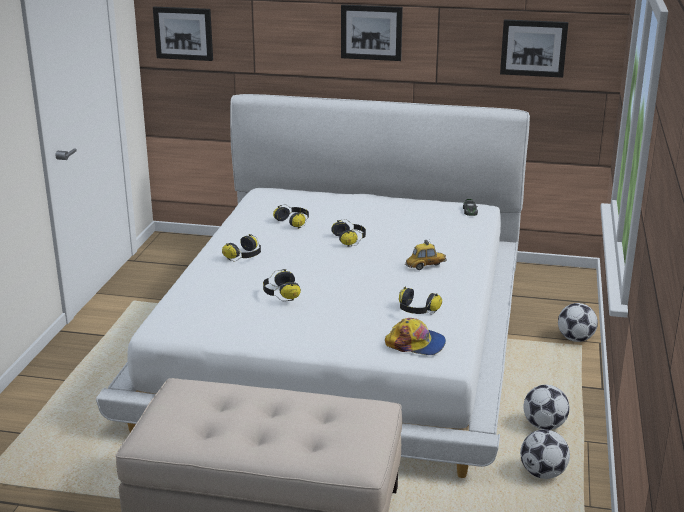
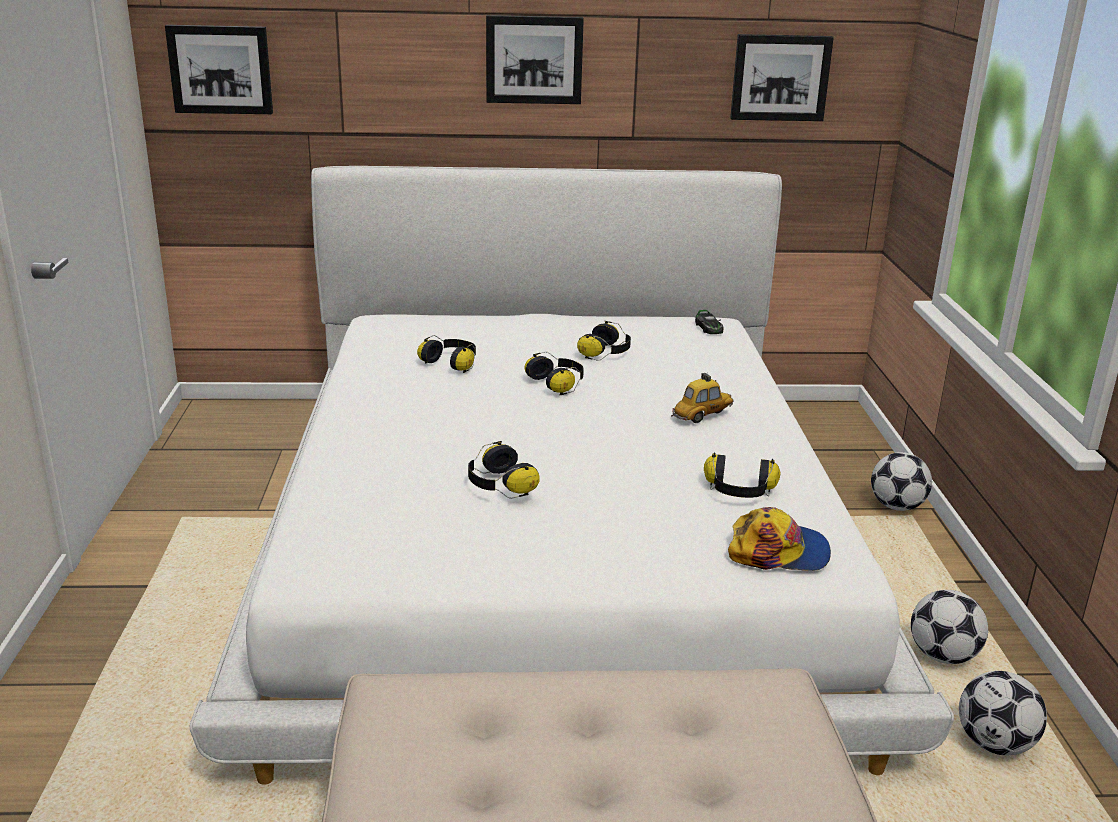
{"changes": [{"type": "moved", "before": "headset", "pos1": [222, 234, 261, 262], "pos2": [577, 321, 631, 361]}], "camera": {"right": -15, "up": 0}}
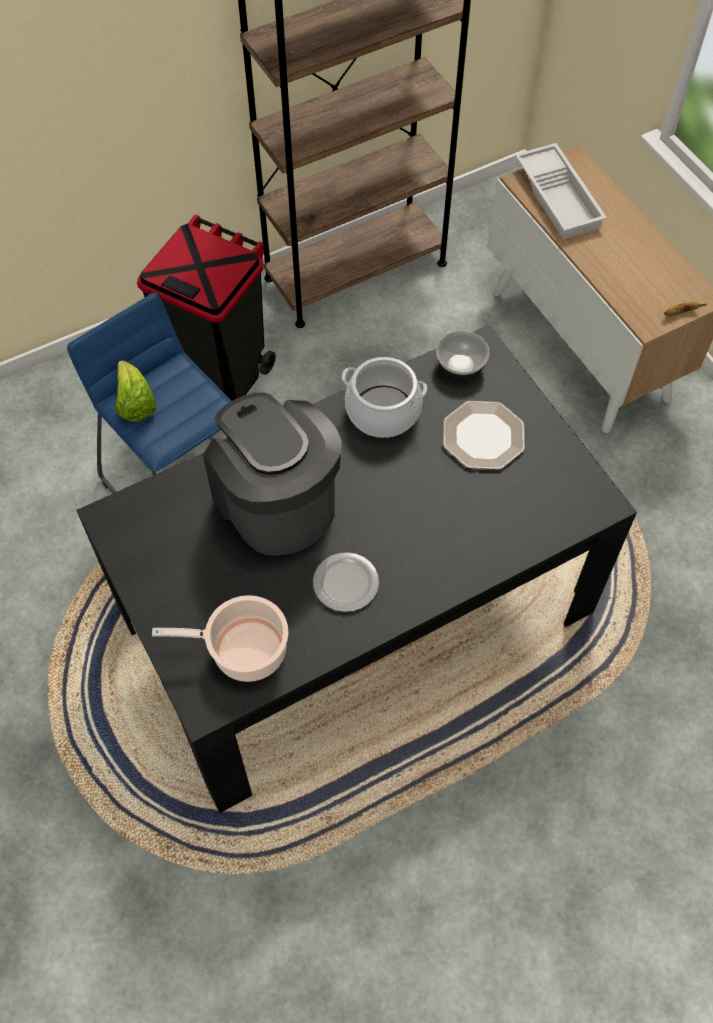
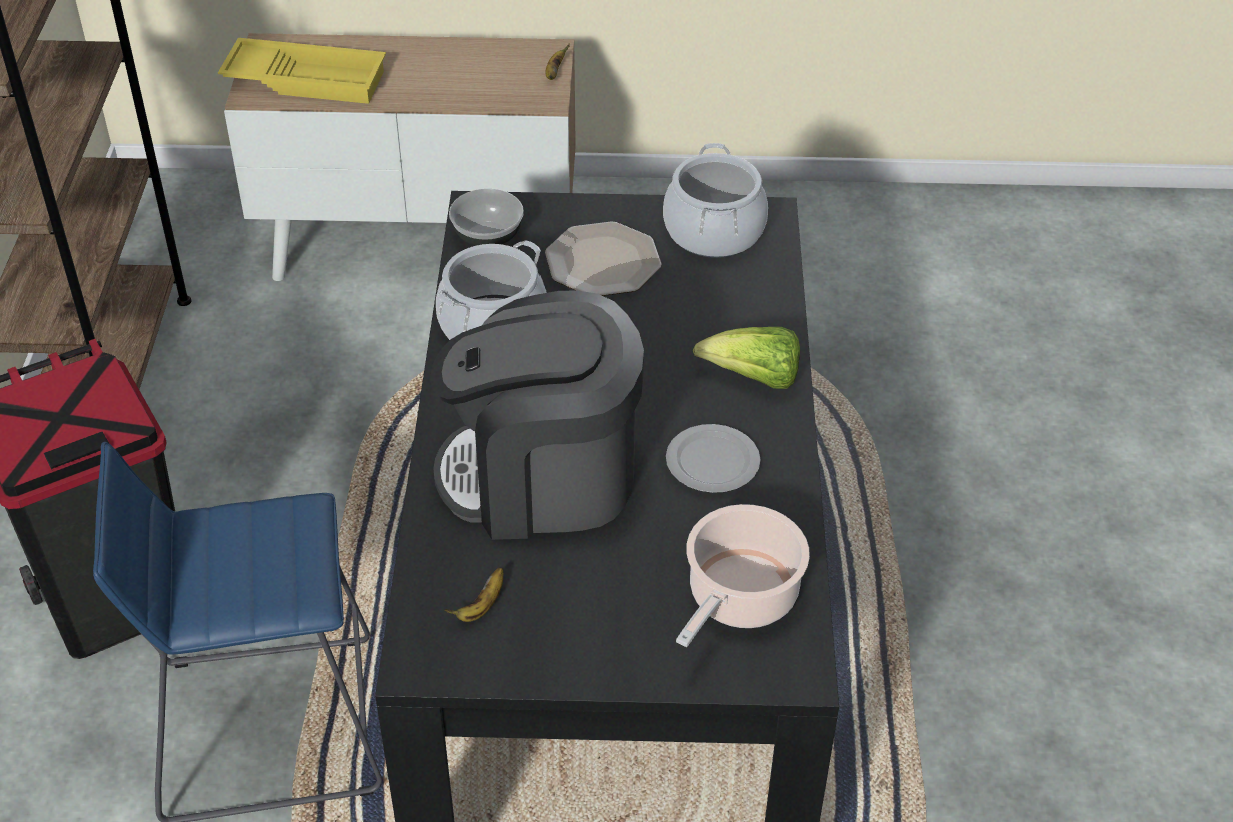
{"changes": [{"type": "recoloured", "before": "white-coloured carrying tray", "after": "yellow carrying tray", "pos1": [515, 143, 607, 239], "pos2": [218, 38, 386, 104]}, {"type": "added", "after": "banana", "pos2": [445, 568, 503, 622]}, {"type": "added", "after": "saucepot", "pos2": [663, 143, 768, 258]}, {"type": "moved", "before": "head of lettuce", "pos1": [116, 360, 157, 421], "pos2": [693, 327, 800, 389]}], "camera": {"right": -60, "up": -15}}
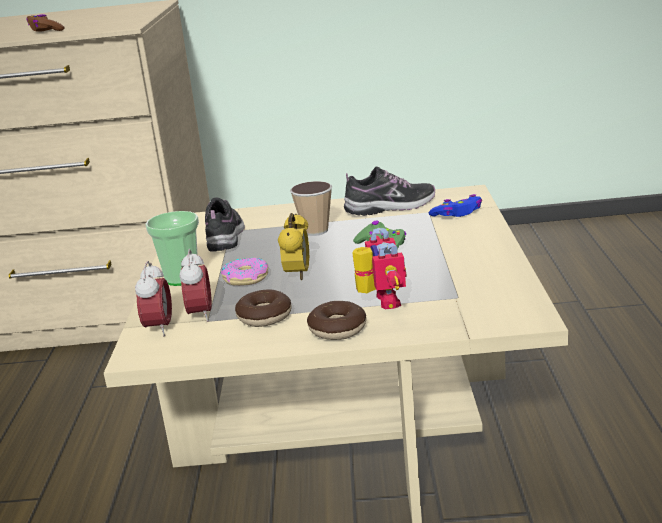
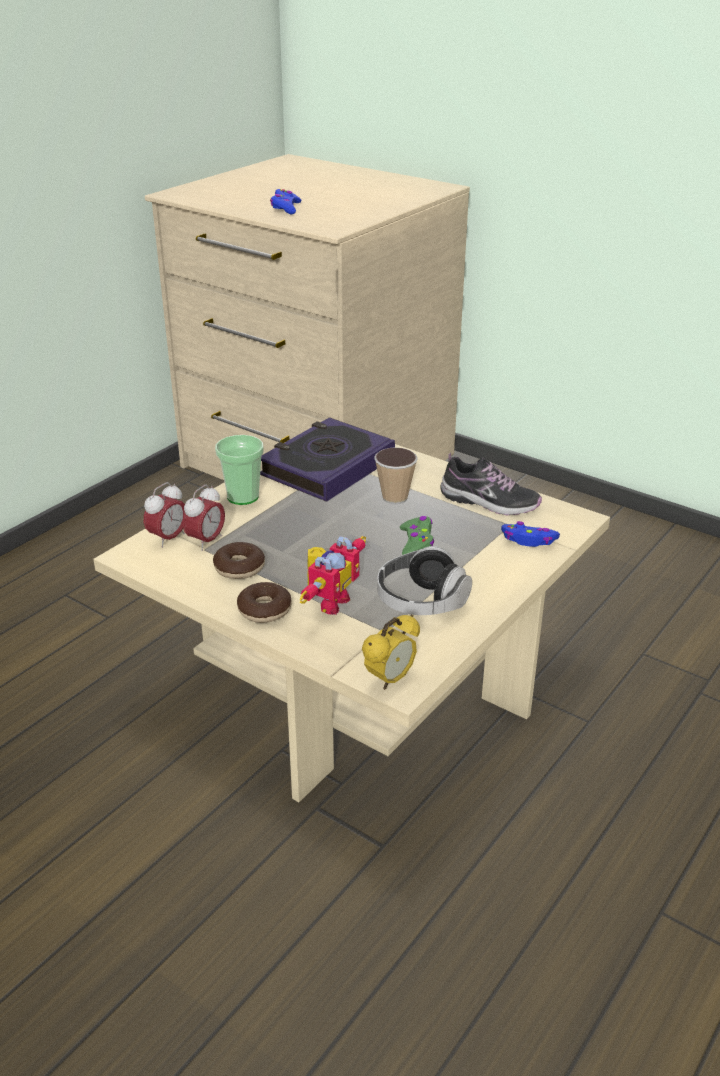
{"changes": [{"type": "replaced", "before": "shoe", "after": "bound book", "pos1": [205, 197, 245, 252], "pos2": [260, 417, 395, 502]}, {"type": "recoloured", "before": "brown-coloured joypad", "after": "blue-coloured joypad", "pos1": [26, 14, 64, 32], "pos2": [270, 189, 301, 214]}, {"type": "moved", "before": "bedside clock", "pos1": [278, 213, 309, 280], "pos2": [362, 615, 420, 690]}, {"type": "added", "after": "headset", "pos2": [377, 546, 472, 615]}, {"type": "removed", "before": "ring doughnut", "pos1": [221, 258, 269, 286]}], "camera": {"right": 35, "up": 10}}
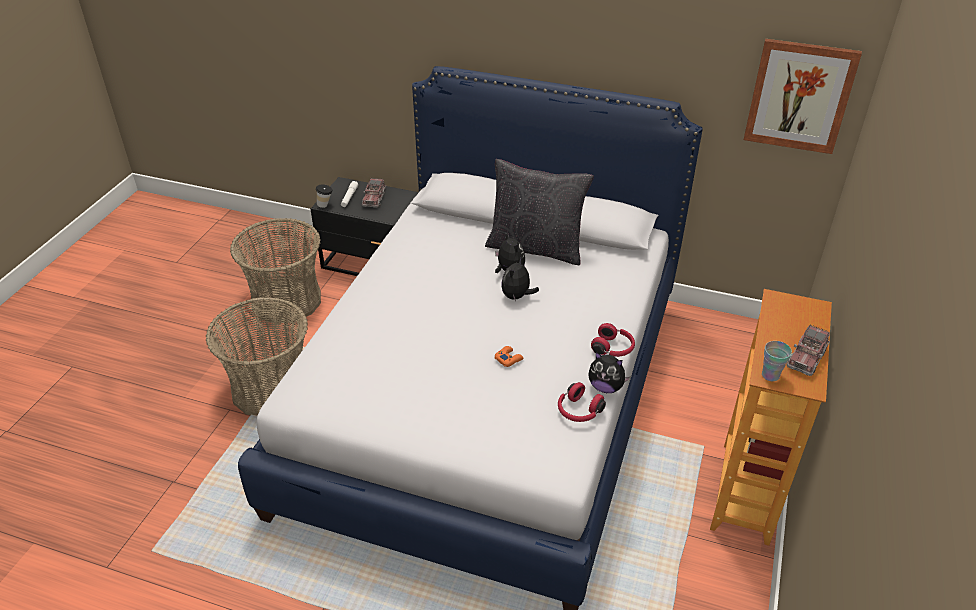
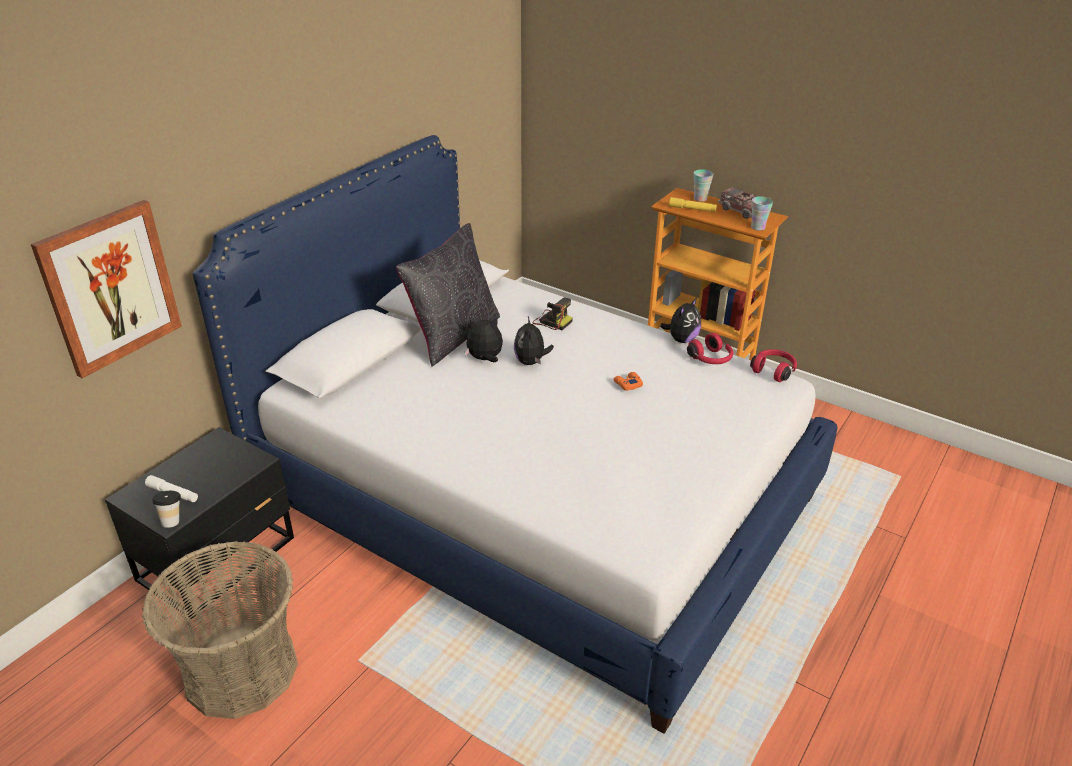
{"changes": [{"type": "moved", "before": "wall art", "pos1": [744, 39, 862, 154], "pos2": [31, 200, 182, 378]}, {"type": "turned", "before": "plush toy", "pos1": [502, 257, 539, 301], "pos2": [514, 317, 554, 365], "turn": 45}, {"type": "added", "after": "still camera", "pos2": [532, 298, 573, 330]}, {"type": "added", "after": "yellow flashlight", "pos2": [669, 197, 717, 212]}, {"type": "added", "after": "cup", "pos2": [693, 169, 713, 202]}, {"type": "moved", "before": "reddish headset", "pos1": [591, 323, 635, 357], "pos2": [750, 349, 797, 382]}, {"type": "removed", "before": "storage basket", "pos1": [206, 297, 308, 416]}, {"type": "removed", "before": "toy lorry", "pos1": [362, 178, 386, 208]}], "camera": {"right": -75, "up": -5}}
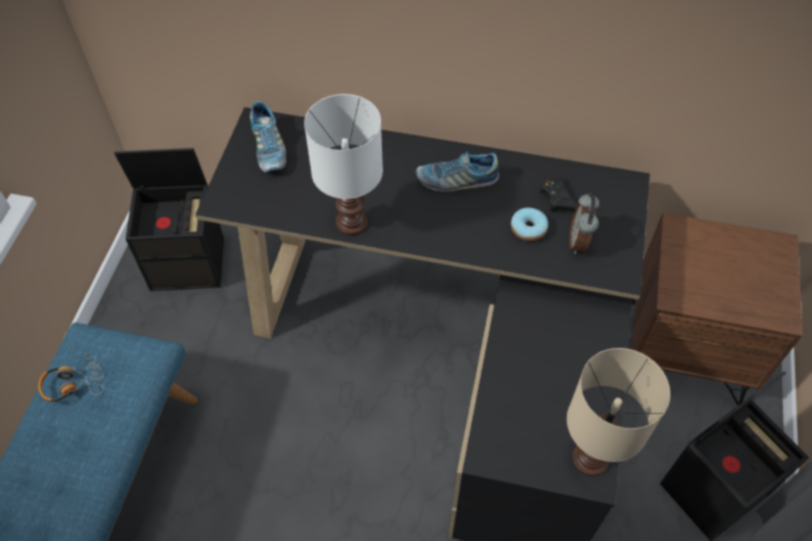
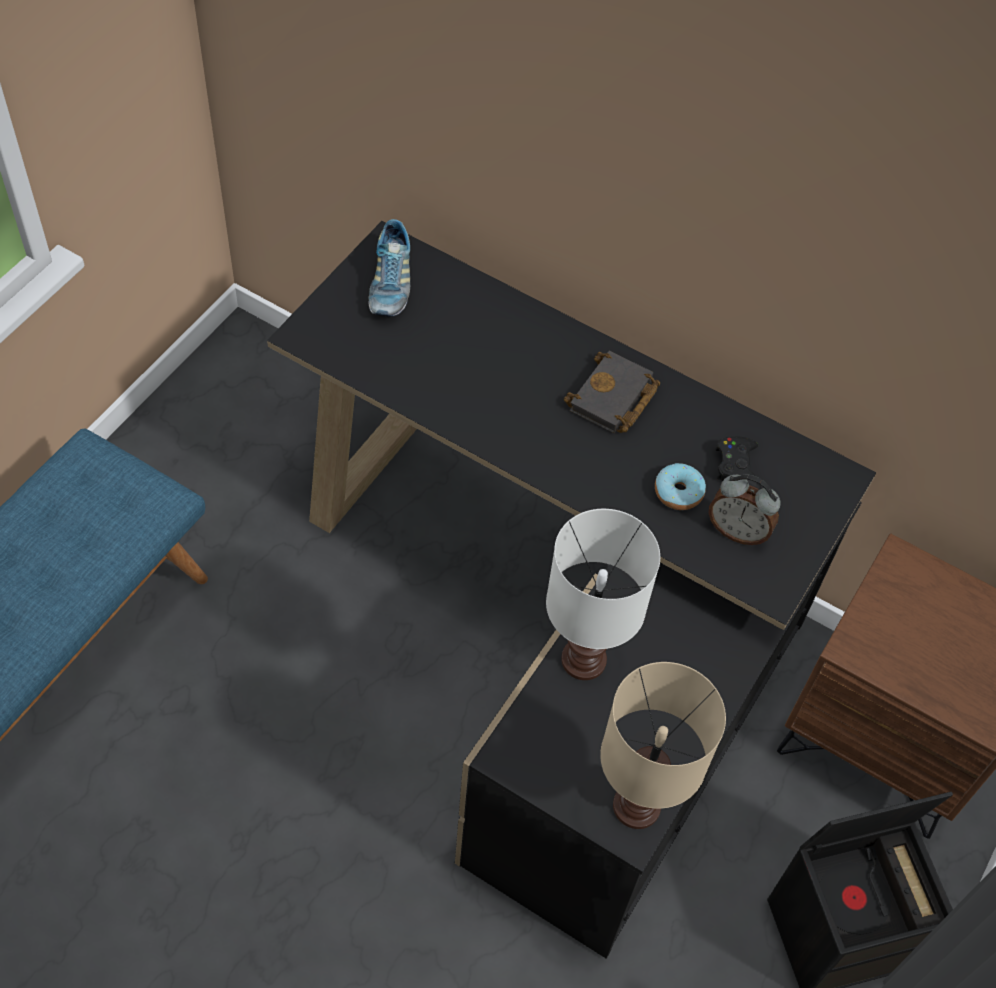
{"changes": [{"type": "moved", "before": "white-coloured tabletop lamp", "pos1": [304, 94, 383, 235], "pos2": [546, 509, 660, 680]}, {"type": "replaced", "before": "shoe", "after": "blackish bound book", "pos1": [416, 151, 499, 192], "pos2": [564, 351, 660, 433]}, {"type": "turned", "before": "bedside clock", "pos1": [569, 194, 599, 254], "pos2": [709, 475, 781, 545], "turn": -90}, {"type": "removed", "before": "headset", "pos1": [38, 352, 104, 402]}, {"type": "removed", "before": "blackish storage box", "pos1": [114, 148, 224, 291]}], "camera": {"right": 15, "up": 0}}
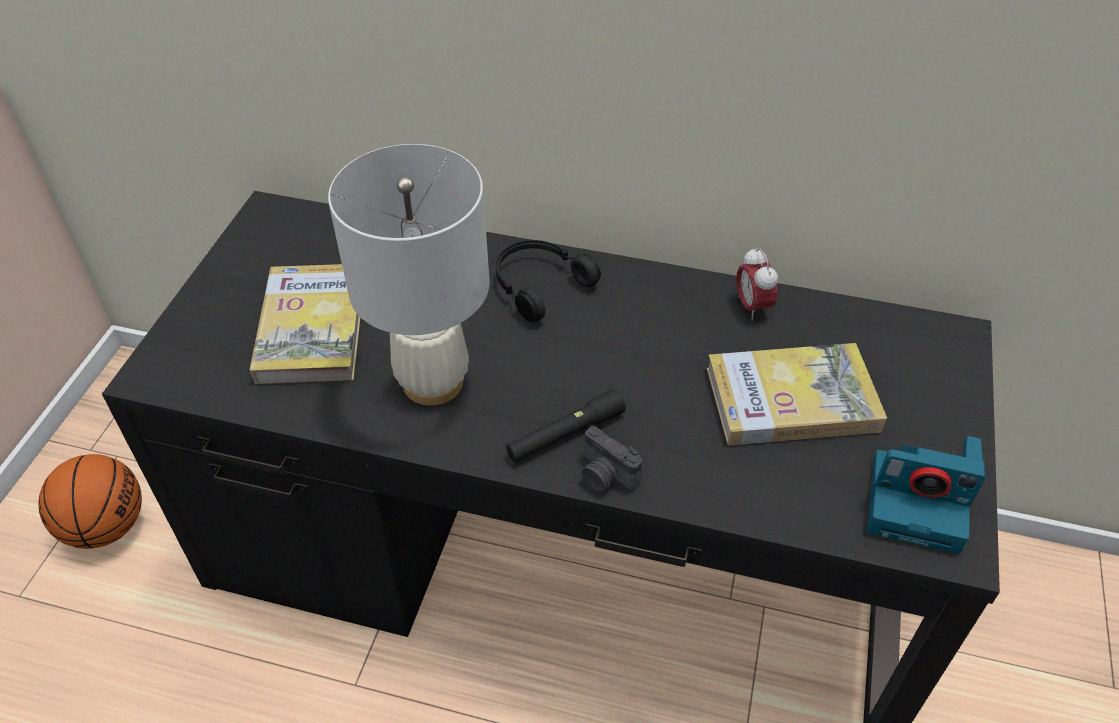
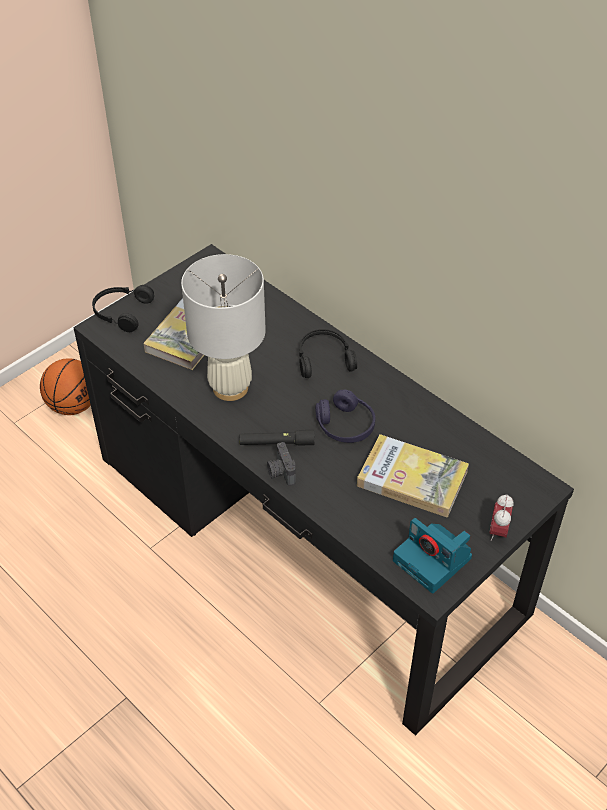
{"changes": [{"type": "added", "after": "blackish headset", "pos2": [92, 285, 154, 332]}, {"type": "added", "after": "purple-coloured headset", "pos2": [315, 390, 375, 443]}, {"type": "moved", "before": "bedside clock", "pos1": [736, 247, 778, 321], "pos2": [489, 494, 514, 541]}], "camera": {"right": 30, "up": 0}}
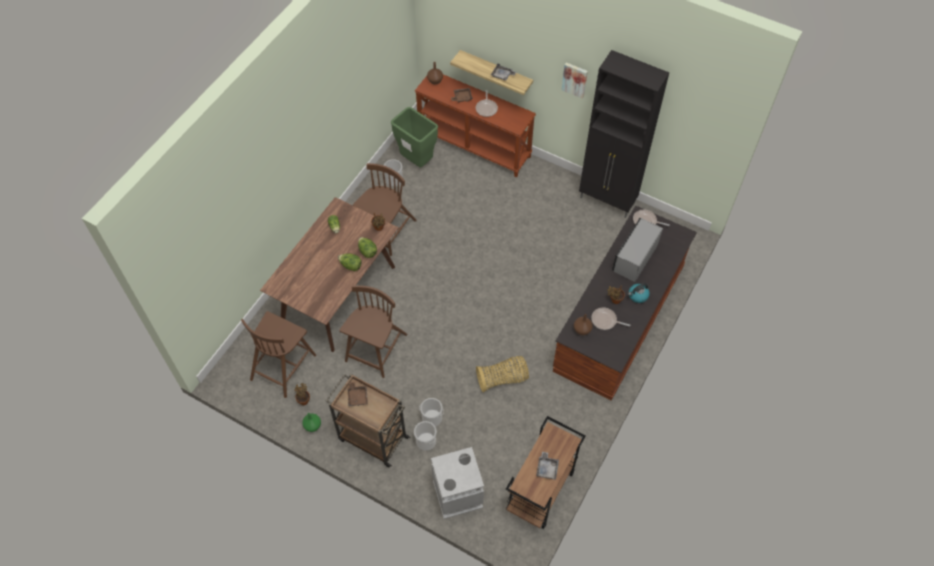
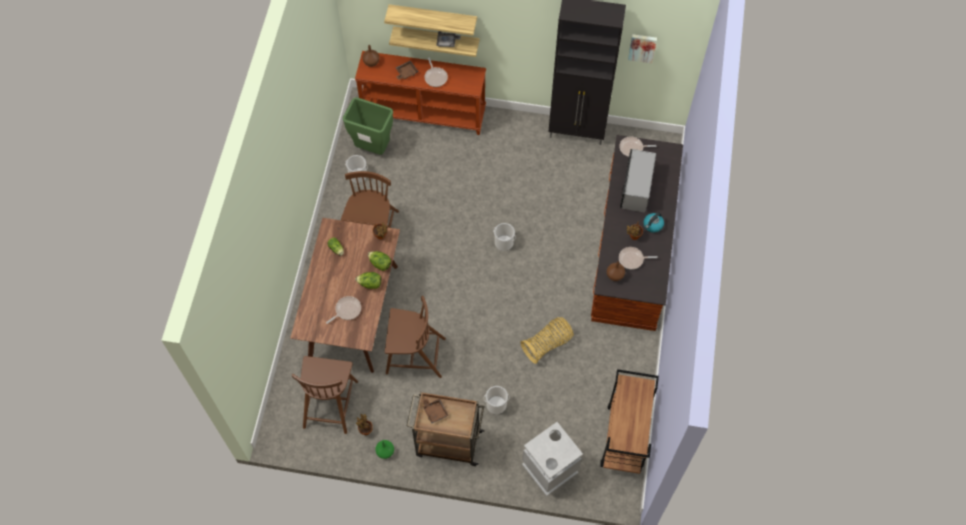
{"changes": [{"type": "added", "after": "pan", "pos2": [326, 296, 361, 324]}, {"type": "added", "after": "wall shelf", "pos2": [384, 4, 477, 36]}, {"type": "turned", "before": "brown-coloured chair", "pos1": [339, 285, 407, 378], "pos2": [385, 296, 446, 378], "turn": 90}, {"type": "moved", "before": "water bucket", "pos1": [414, 421, 437, 451], "pos2": [493, 223, 516, 251]}, {"type": "moved", "before": "wall art", "pos1": [562, 63, 588, 99], "pos2": [628, 34, 657, 63]}, {"type": "removed", "before": "greyish carrying tray", "pos1": [536, 452, 559, 480]}], "camera": {"right": -20, "up": 5}}
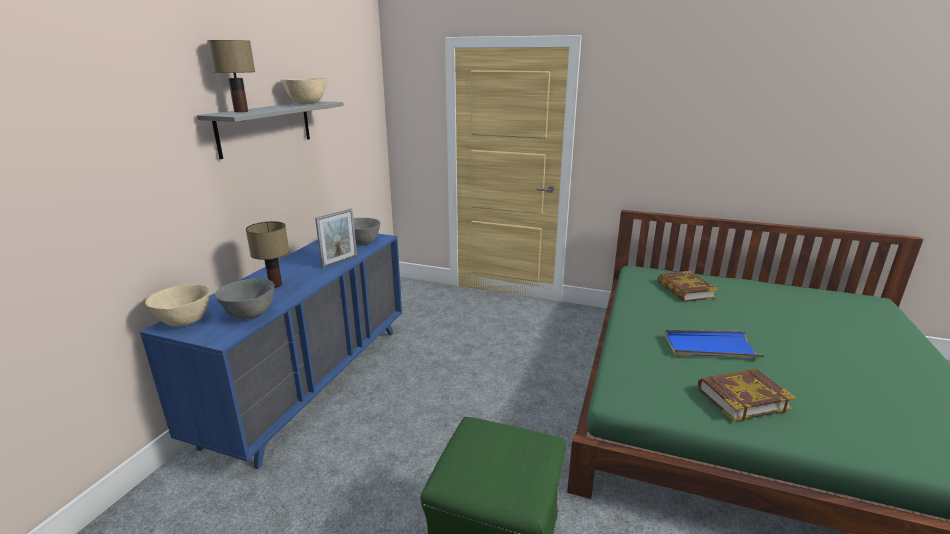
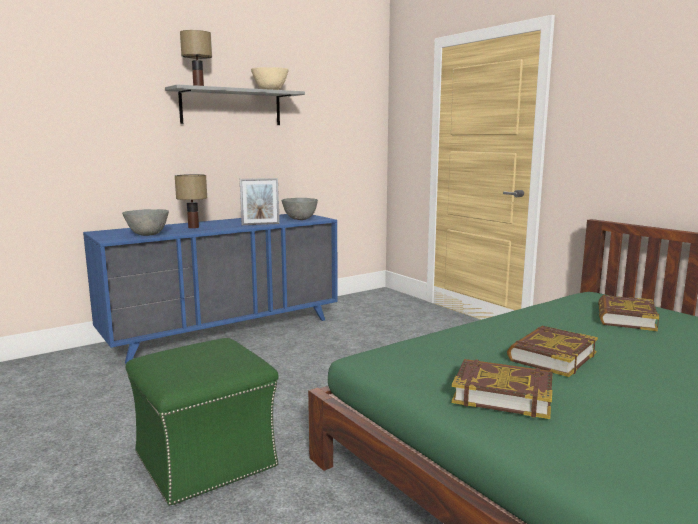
{"changes": [{"type": "replaced", "before": "blue-coloured carrying tray", "after": "bound book", "pos1": [664, 330, 764, 357], "pos2": [507, 326, 598, 377]}, {"type": "removed", "before": "beige-coloured deep dish", "pos1": [145, 284, 210, 326]}], "camera": {"right": 35, "up": -10}}
